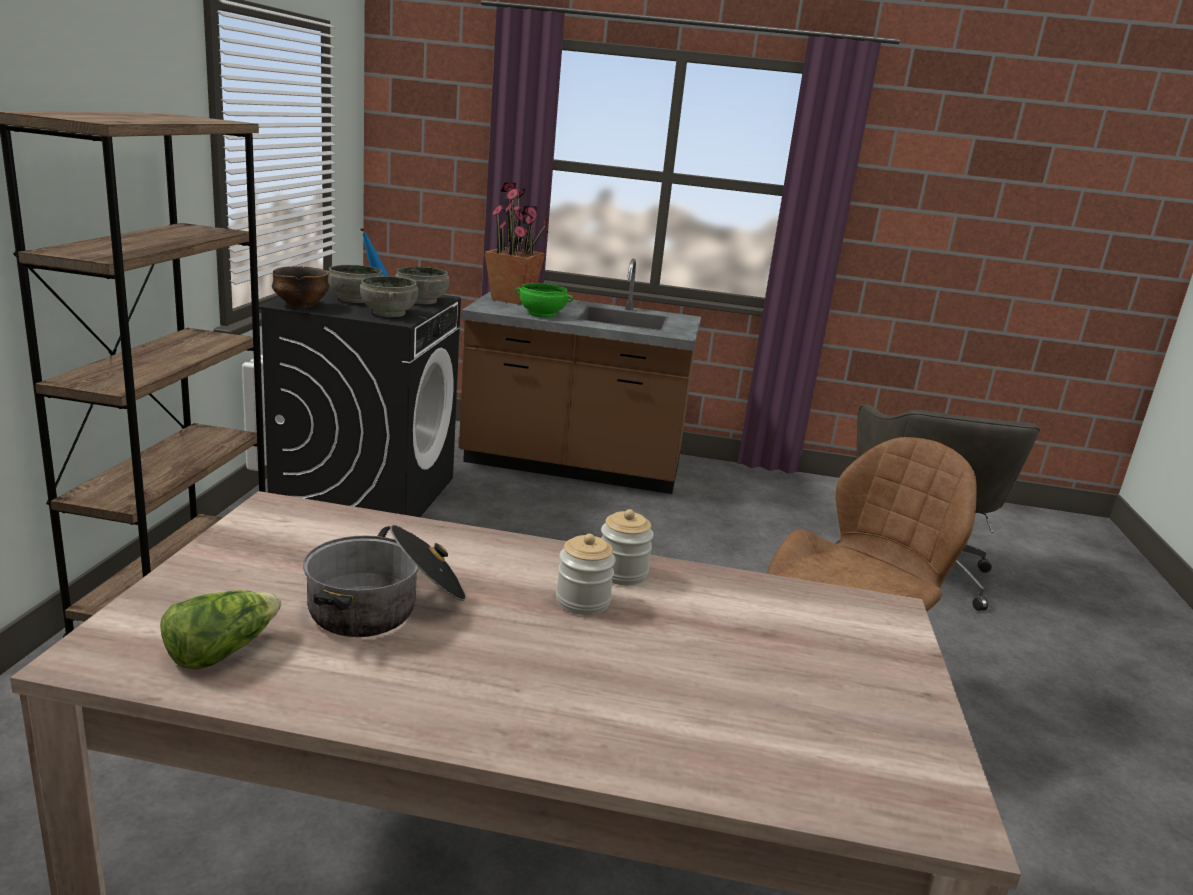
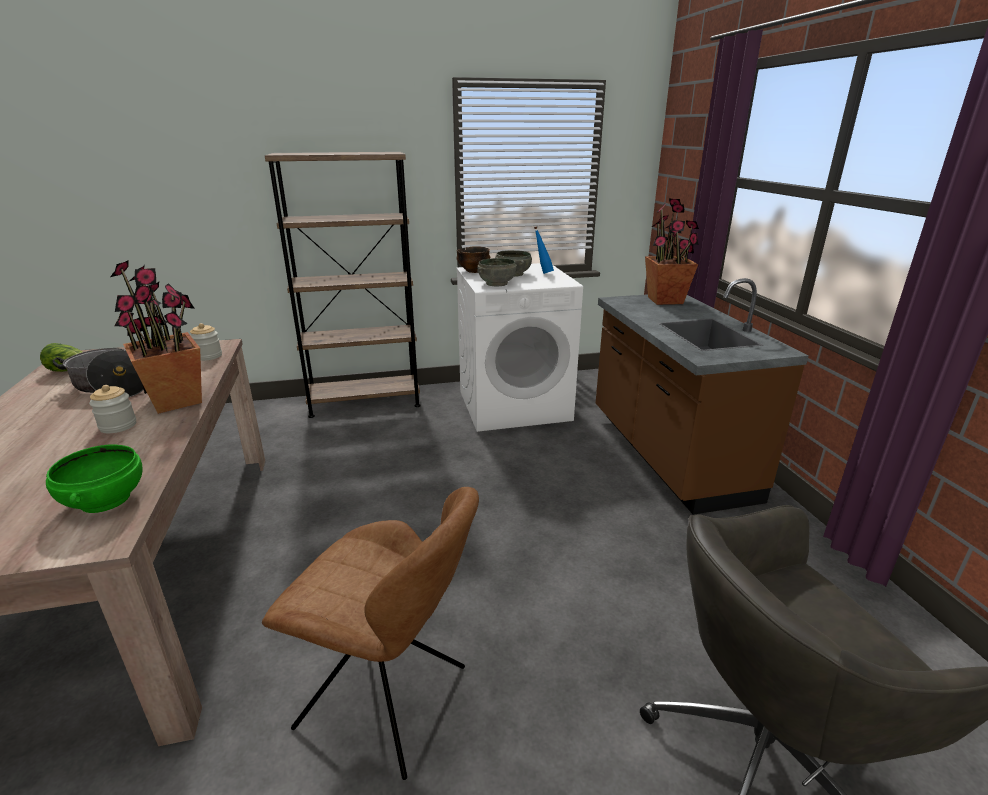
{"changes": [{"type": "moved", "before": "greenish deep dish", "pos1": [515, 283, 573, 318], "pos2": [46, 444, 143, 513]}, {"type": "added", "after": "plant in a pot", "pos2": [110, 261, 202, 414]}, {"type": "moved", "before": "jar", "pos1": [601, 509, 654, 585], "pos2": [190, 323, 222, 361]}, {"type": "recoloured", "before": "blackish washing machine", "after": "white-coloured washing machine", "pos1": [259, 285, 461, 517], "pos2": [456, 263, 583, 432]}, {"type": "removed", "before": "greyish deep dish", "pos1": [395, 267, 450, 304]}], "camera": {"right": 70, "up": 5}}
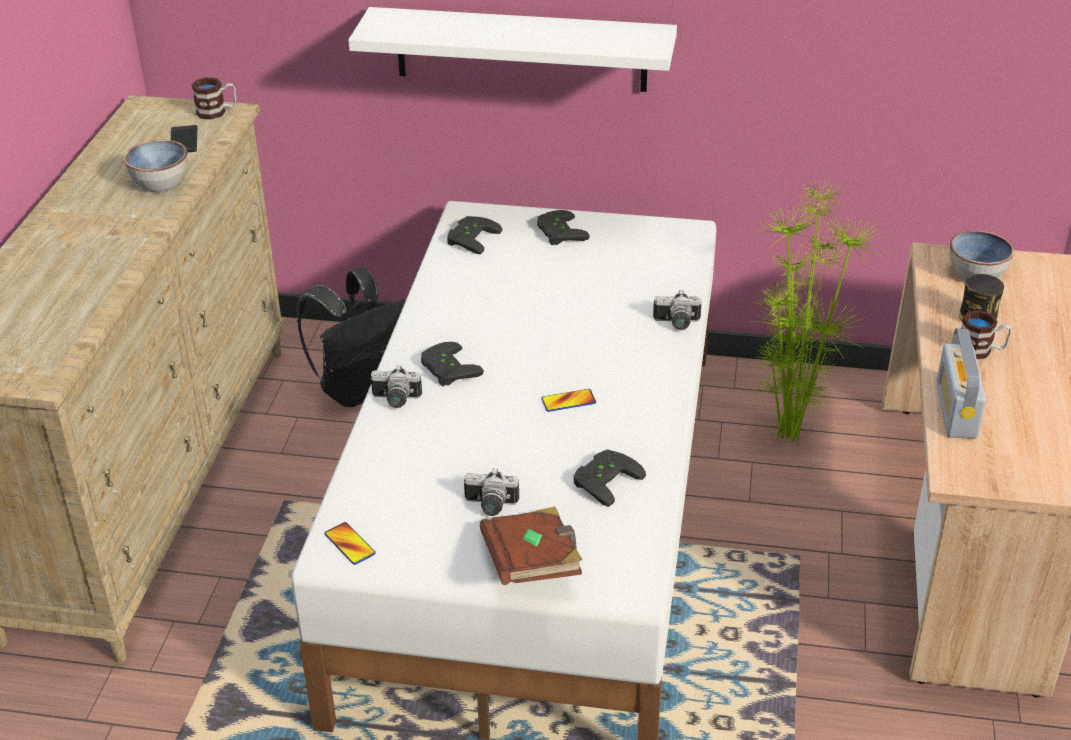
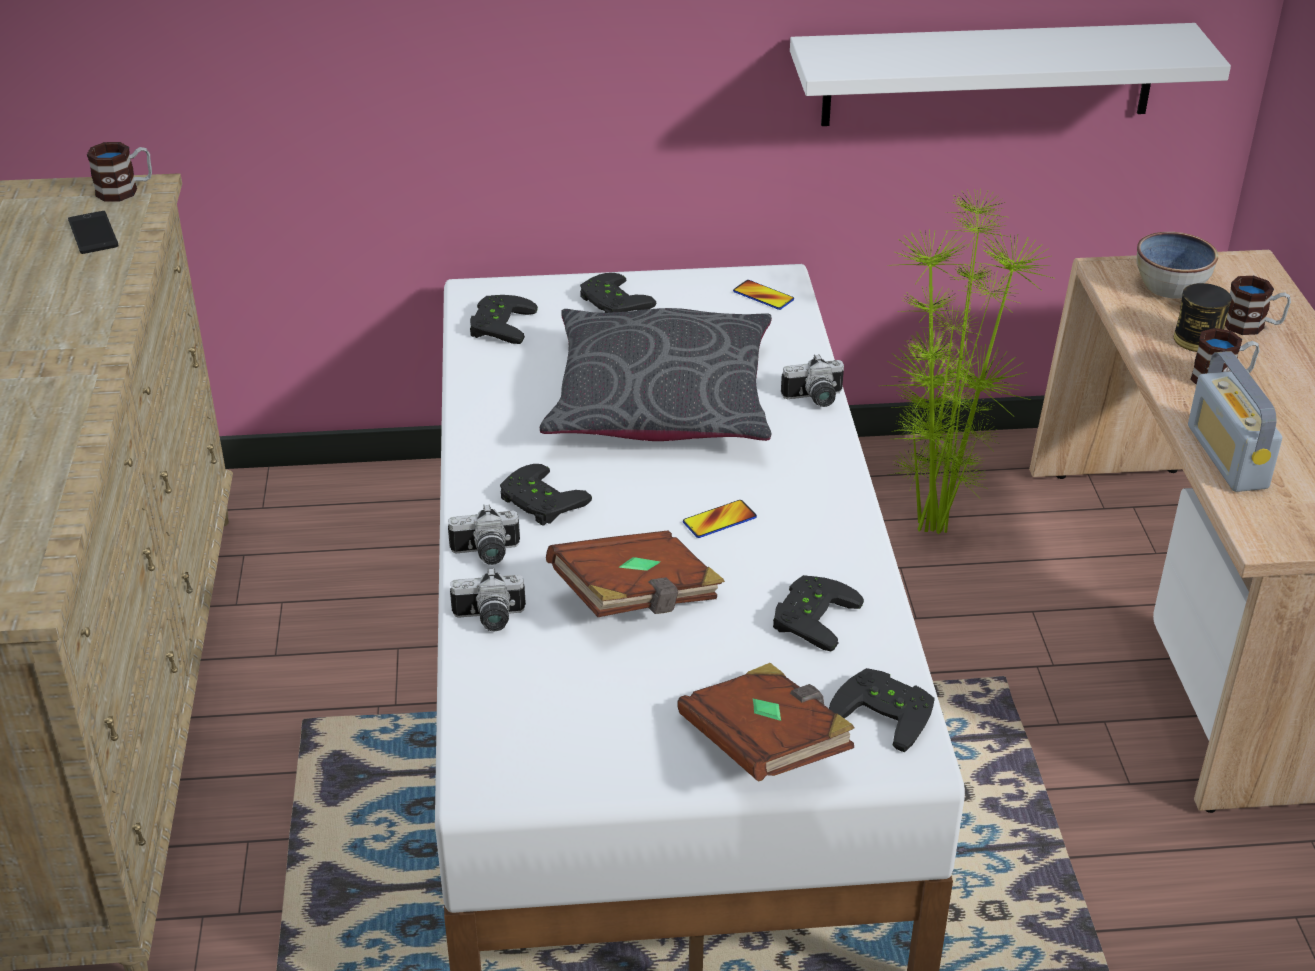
{"changes": [{"type": "moved", "before": "still camera", "pos1": [464, 468, 519, 516], "pos2": [450, 568, 526, 631]}, {"type": "added", "after": "greyish throw pillow", "pos2": [540, 308, 772, 441]}, {"type": "added", "after": "brown-coloured bound book", "pos2": [546, 530, 725, 617]}, {"type": "moved", "before": "handset", "pos1": [325, 522, 376, 565], "pos2": [733, 280, 794, 310]}, {"type": "moved", "before": "white-coloured wall shelf", "pos1": [348, 7, 677, 92], "pos2": [790, 23, 1231, 126]}, {"type": "added", "after": "blackish joypad", "pos2": [829, 668, 935, 752]}, {"type": "added", "after": "mug", "pos2": [1225, 276, 1291, 335]}, {"type": "removed", "before": "deep dish", "pos1": [123, 140, 188, 192]}, {"type": "removed", "before": "blackish backpack", "pos1": [297, 268, 405, 407]}], "camera": {"right": -15, "up": 0}}
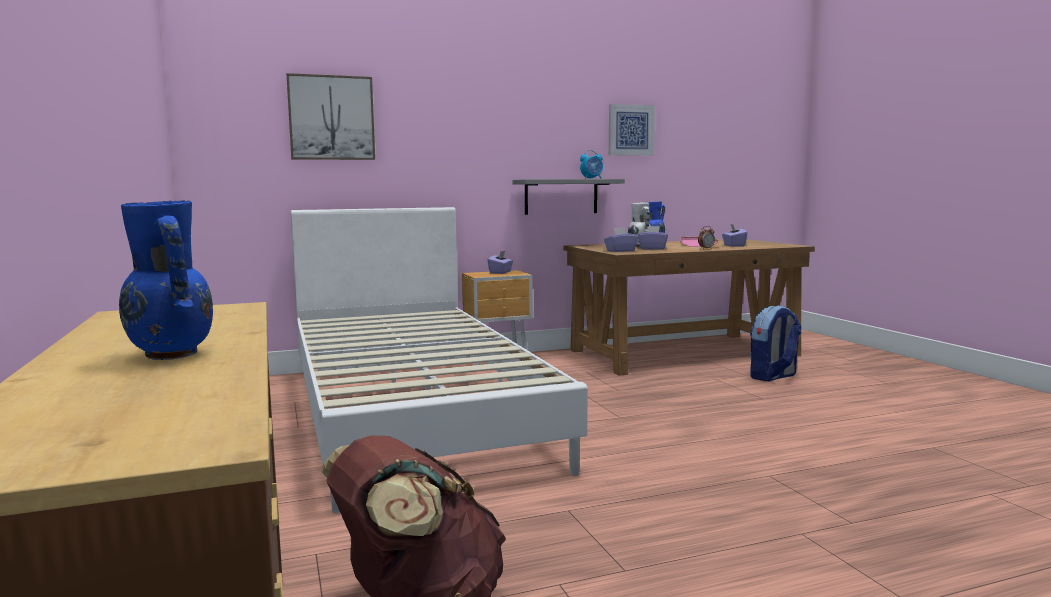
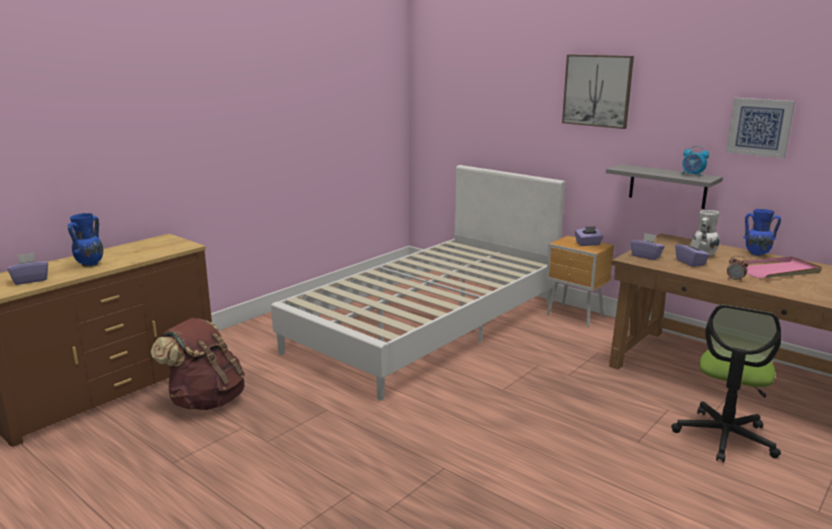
{"changes": [{"type": "moved", "before": "purple-coloured box of tissues", "pos1": [722, 224, 747, 247], "pos2": [8, 253, 48, 285]}, {"type": "moved", "before": "wall art", "pos1": [286, 73, 375, 160], "pos2": [562, 54, 634, 129]}, {"type": "replaced", "before": "backpack", "after": "desk chair", "pos1": [750, 305, 802, 381], "pos2": [671, 305, 781, 462]}], "camera": {"right": 60, "up": 10}}
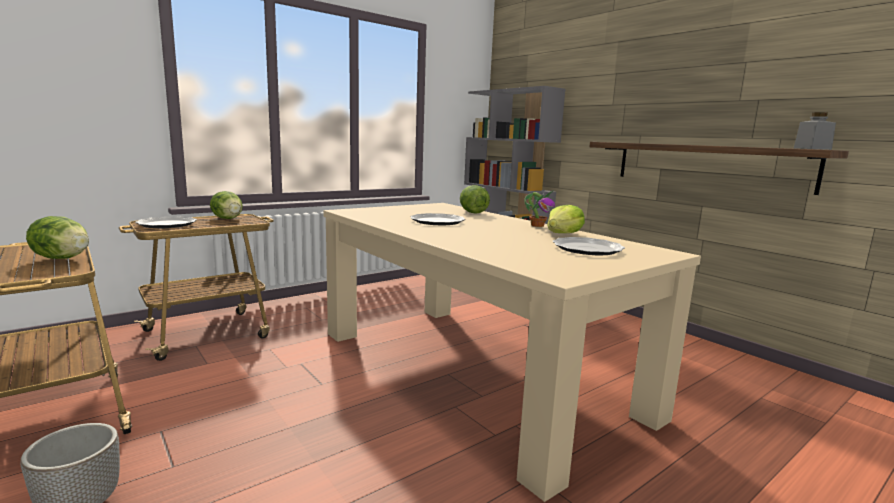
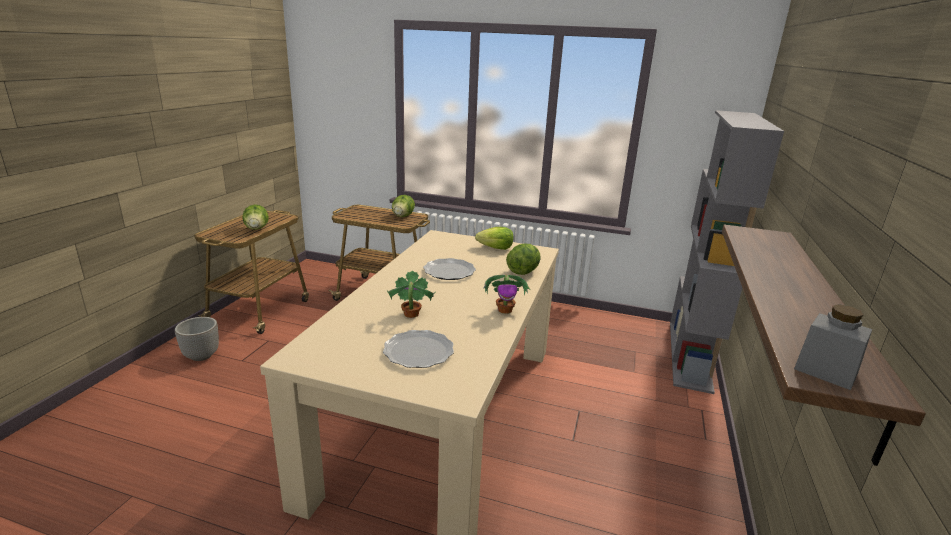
{"changes": [{"type": "added", "after": "plant in a pot", "pos2": [387, 270, 435, 318]}, {"type": "moved", "before": "head of lettuce", "pos1": [547, 205, 585, 233], "pos2": [475, 227, 513, 250]}, {"type": "removed", "before": "flat dish", "pos1": [135, 216, 197, 228]}], "camera": {"right": 55, "up": 10}}
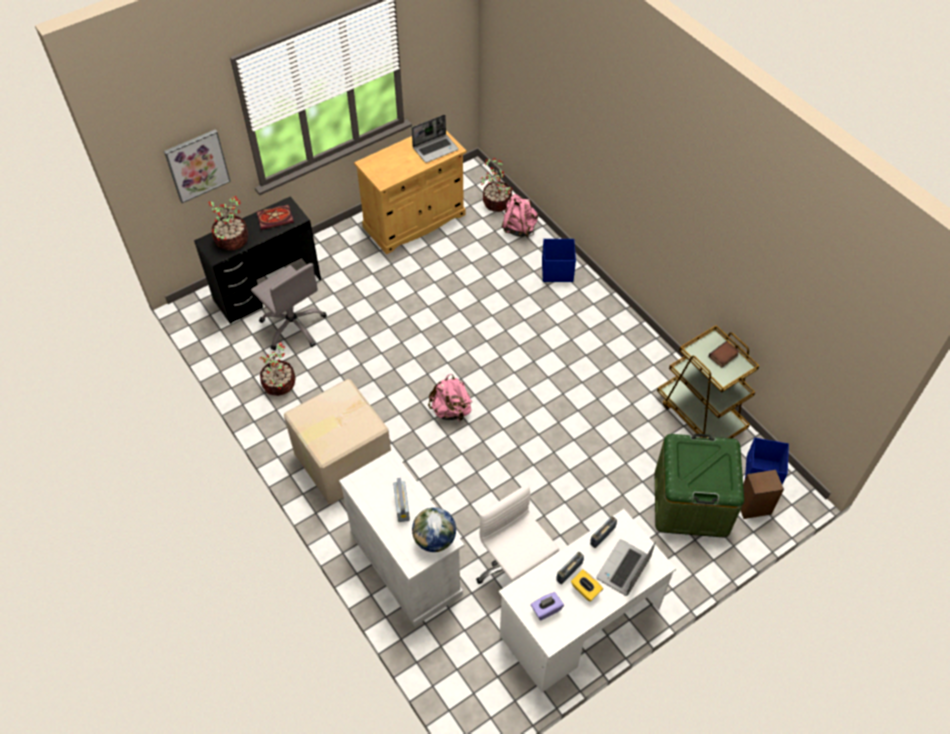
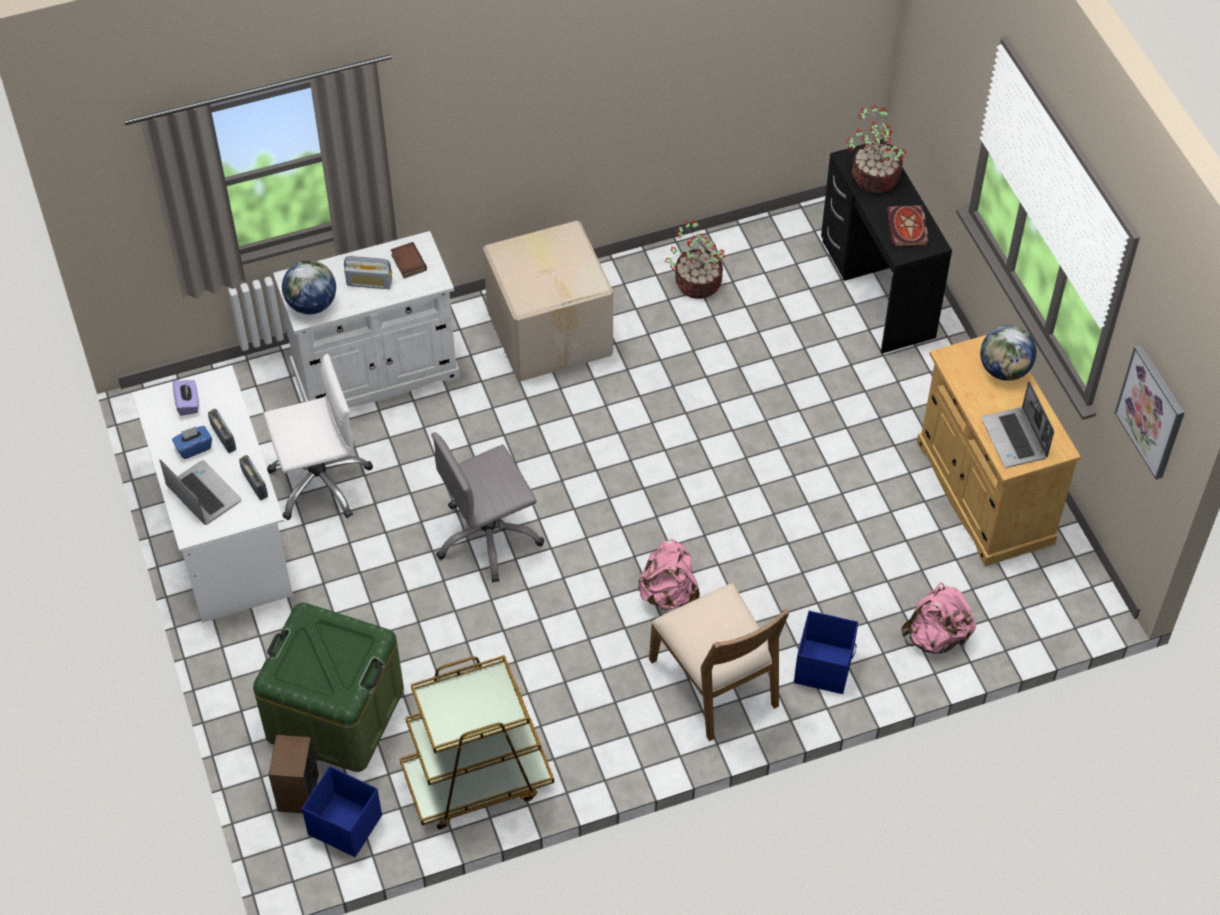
{"changes": [{"type": "recoloured", "before": "yellow box of tissues", "after": "blue-coloured box of tissues", "pos1": [571, 569, 603, 602], "pos2": [172, 426, 212, 459]}, {"type": "moved", "before": "bound book", "pos1": [709, 341, 740, 367], "pos2": [391, 242, 427, 278]}, {"type": "moved", "before": "greyish desk chair", "pos1": [251, 263, 327, 351], "pos2": [431, 432, 544, 582]}, {"type": "moved", "before": "pink backpack", "pos1": [428, 374, 473, 422], "pos2": [638, 539, 700, 611]}, {"type": "added", "after": "brown-coloured chair", "pos2": [649, 583, 789, 741]}, {"type": "added", "after": "desk globe", "pos2": [980, 325, 1036, 381]}, {"type": "moved", "before": "wall art", "pos1": [164, 129, 231, 203], "pos2": [1115, 345, 1185, 480]}, {"type": "removed", "before": "plant in a pot", "pos1": [480, 158, 513, 212]}], "camera": {"right": 105, "up": 0}}
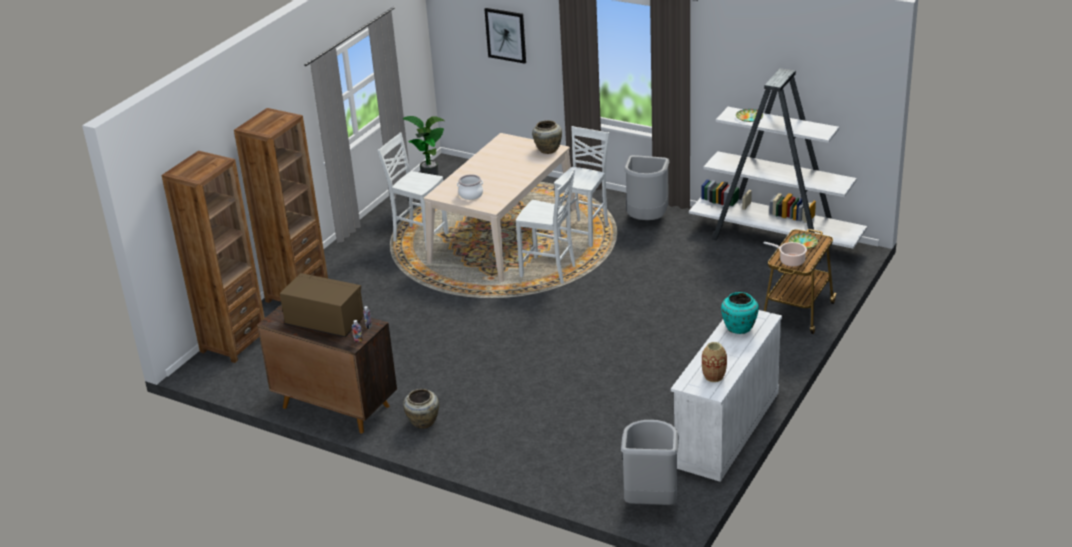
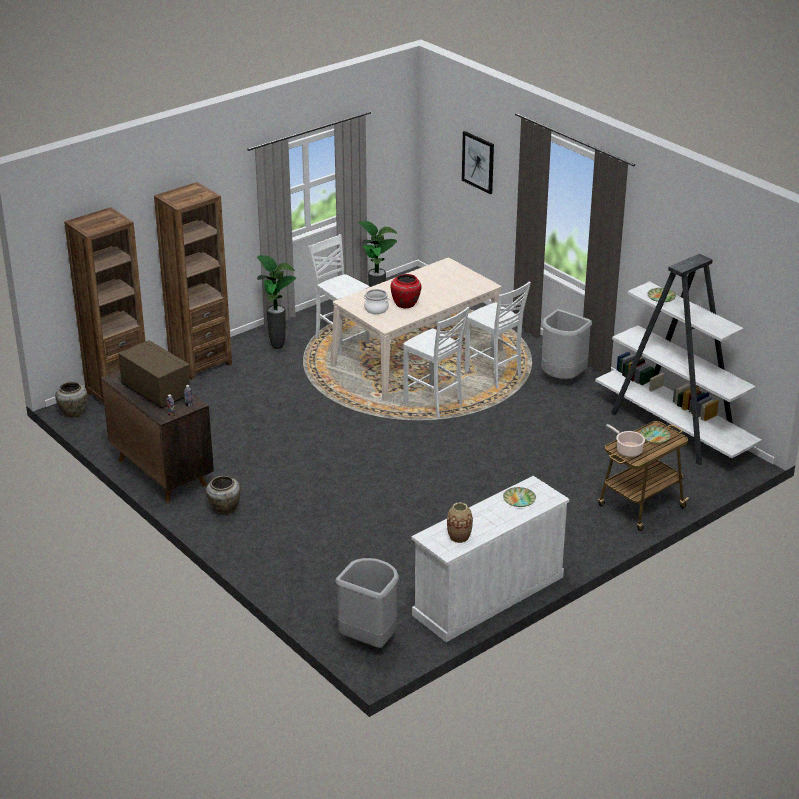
{"changes": [{"type": "moved", "before": "beige-coloured flower vase", "pos1": [532, 120, 562, 154], "pos2": [55, 382, 87, 417]}, {"type": "added", "after": "plant in a pot", "pos2": [257, 255, 296, 349]}, {"type": "added", "after": "reddish flower vase", "pos2": [391, 274, 421, 308]}, {"type": "turned", "before": "white-coloured chair", "pos1": [554, 126, 610, 247], "pos2": [465, 282, 531, 389], "turn": 90}, {"type": "replaced", "before": "turquoise-coloured flower vase", "after": "flat dish", "pos1": [721, 292, 759, 334], "pos2": [503, 487, 536, 507]}], "camera": {"right": 20, "up": 0}}
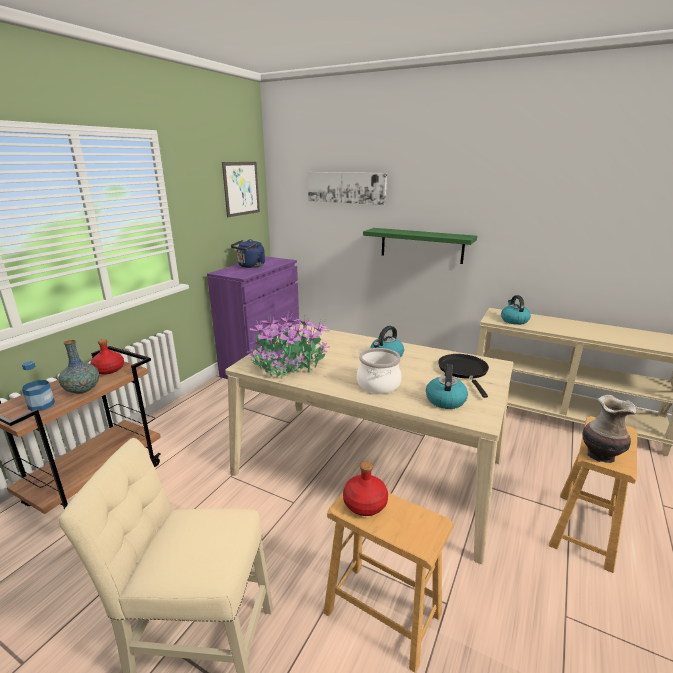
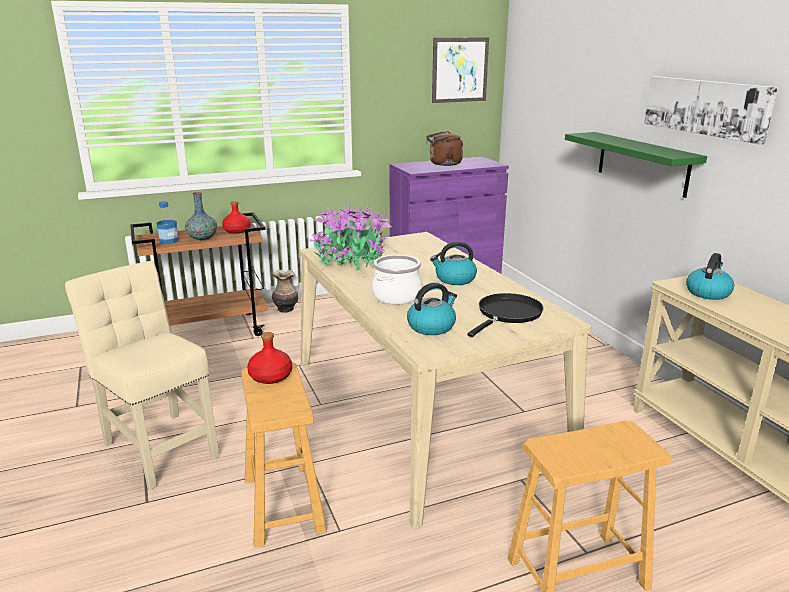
{"changes": [{"type": "moved", "before": "flower vase", "pos1": [583, 395, 637, 463], "pos2": [272, 270, 298, 313]}, {"type": "recoloured", "before": "blue-coloured water kettle", "after": "brown-coloured water kettle", "pos1": [231, 239, 265, 268], "pos2": [426, 131, 463, 166]}, {"type": "moved", "before": "wall art", "pos1": [308, 172, 387, 205], "pos2": [644, 76, 778, 145]}], "camera": {"right": 40, "up": 0}}
